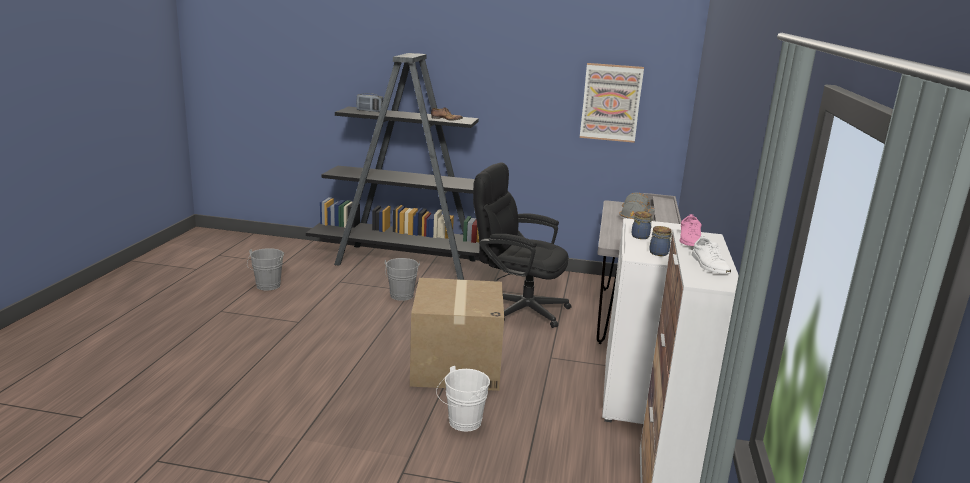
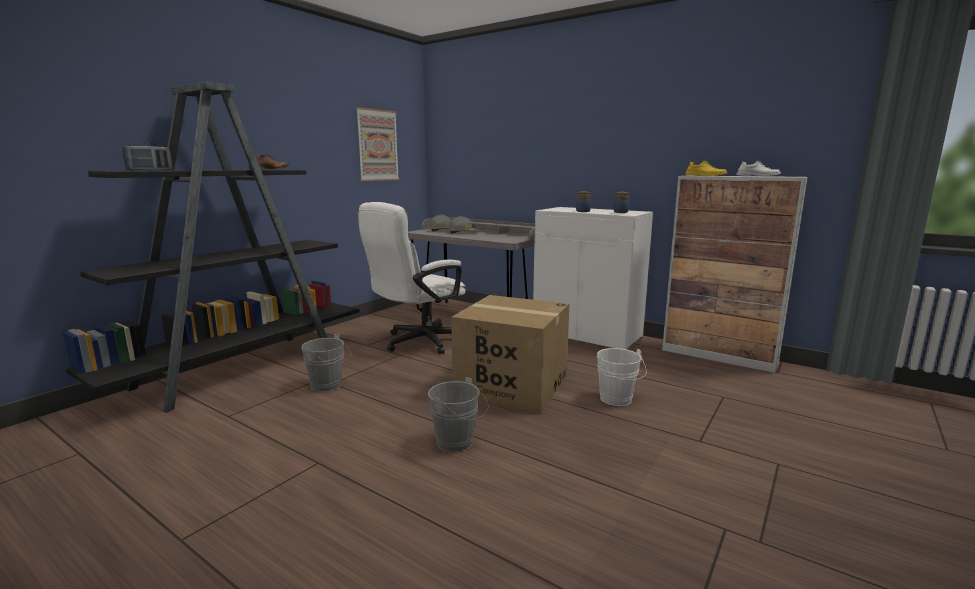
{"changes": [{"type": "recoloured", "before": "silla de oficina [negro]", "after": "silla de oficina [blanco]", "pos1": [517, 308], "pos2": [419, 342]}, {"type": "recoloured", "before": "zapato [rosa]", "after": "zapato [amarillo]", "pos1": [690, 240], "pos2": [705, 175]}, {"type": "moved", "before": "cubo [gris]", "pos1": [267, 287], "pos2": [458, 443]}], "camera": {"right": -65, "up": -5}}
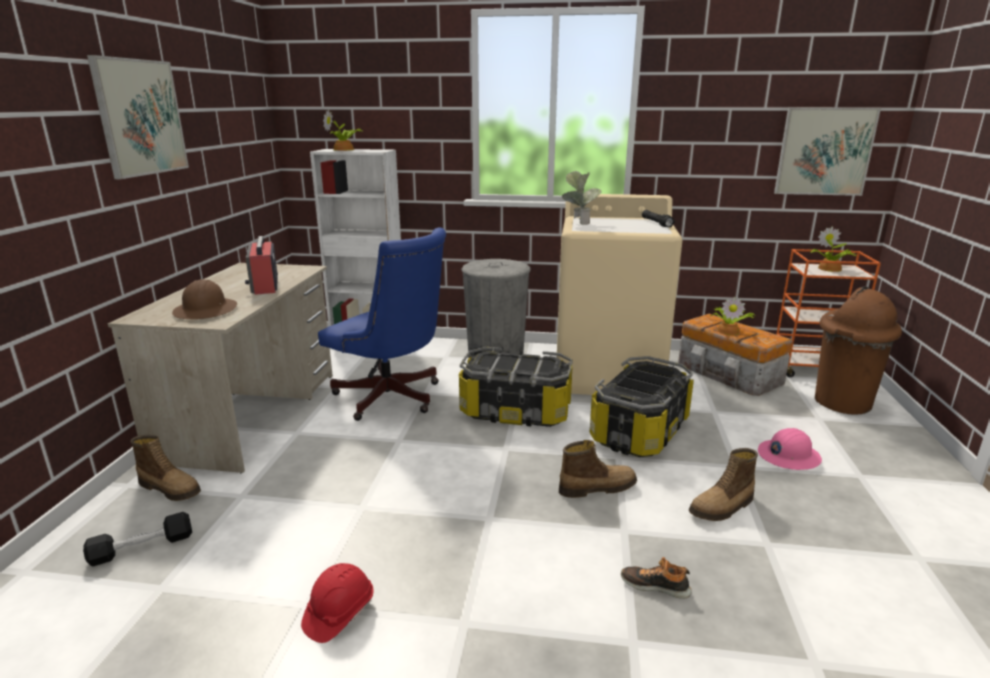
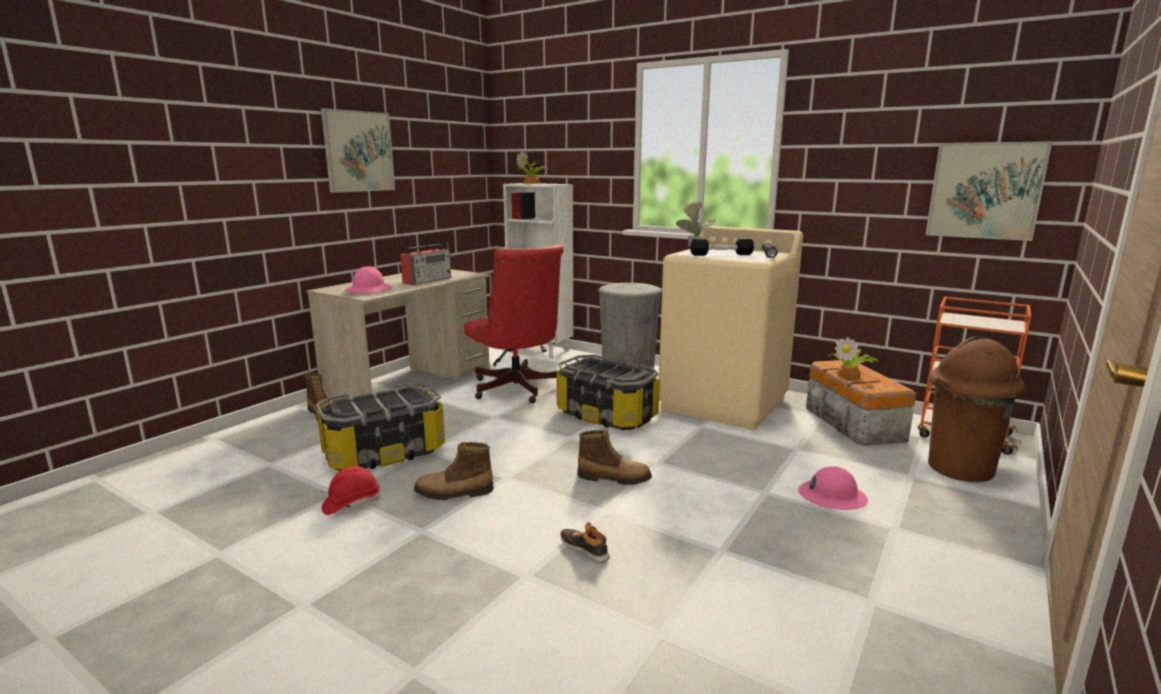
{"changes": [{"type": "removed", "before": "planta en maceta", "pos1": [829, 269]}, {"type": "recoloured", "before": "silla de oficina [azul]", "after": "silla de oficina [rojo]", "pos1": [392, 399], "pos2": [518, 390]}, {"type": "turned", "before": "radio", "pos1": [265, 285], "pos2": [428, 280], "turn": -150}, {"type": "recoloured", "before": "casco [marrón]", "after": "casco [rosa]", "pos1": [206, 310], "pos2": [369, 290]}, {"type": "moved", "before": "caja de almacenaje", "pos1": [639, 431], "pos2": [384, 453]}, {"type": "moved", "before": "bota", "pos1": [722, 508], "pos2": [454, 493]}, {"type": "moved", "before": "mancuerna [negro]", "pos1": [142, 547], "pos2": [721, 254]}], "camera": {"right": 25, "up": -5}}
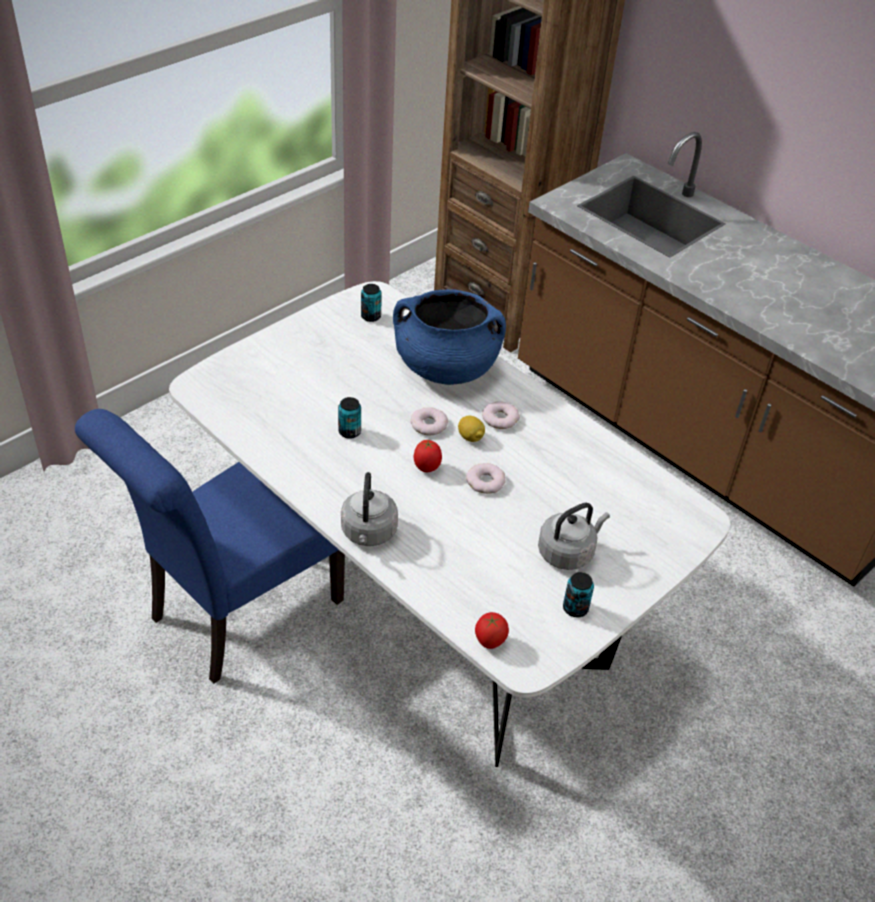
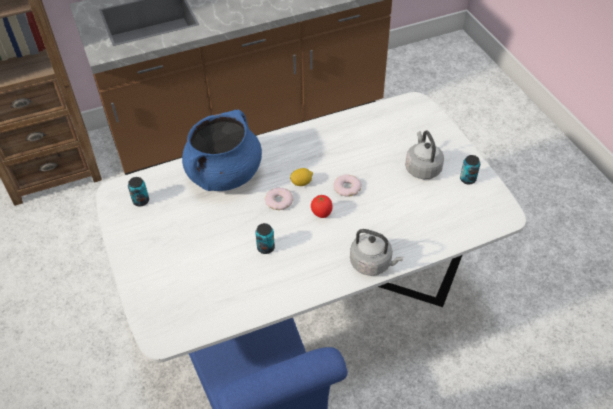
{"changes": [{"type": "removed", "before": "rosquilla", "pos1": [500, 418]}, {"type": "removed", "before": "tomate", "pos1": [489, 642]}], "camera": {"right": -65, "up": 5}}
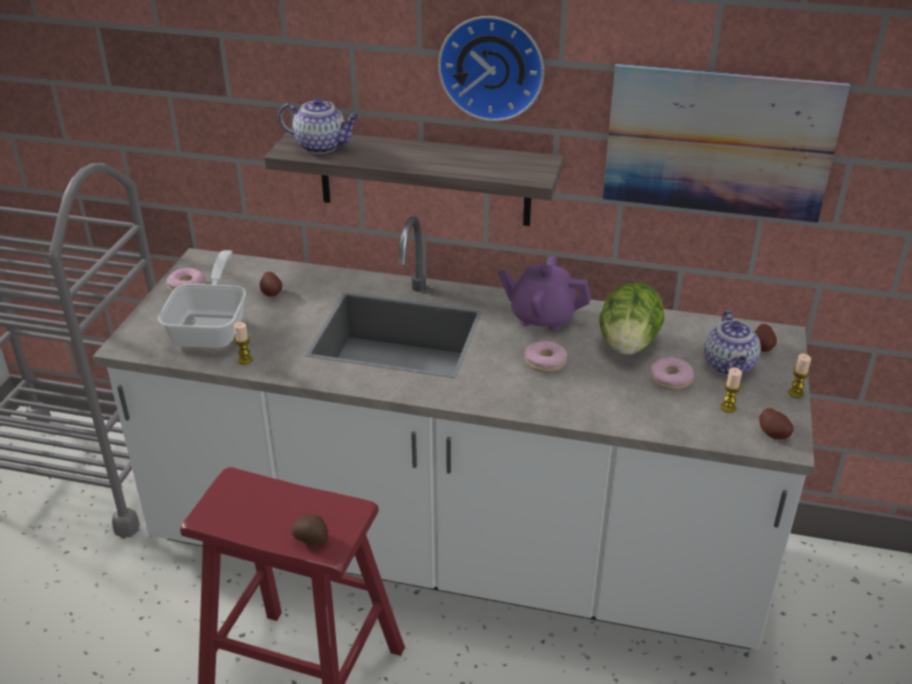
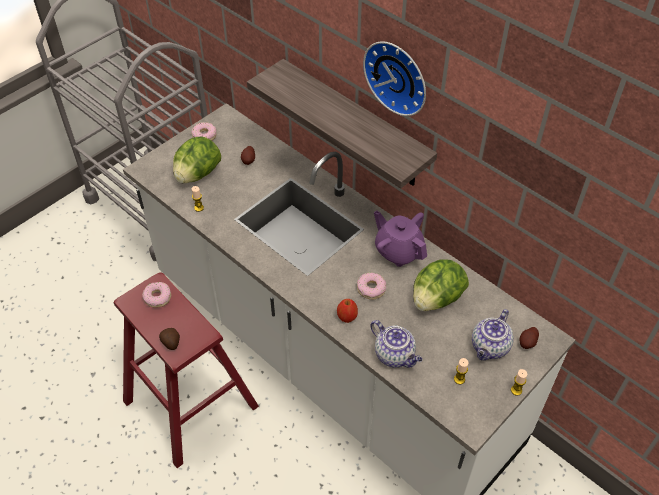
{"changes": [{"type": "removed", "before": "cuadro", "pos1": [718, 143]}, {"type": "moved", "before": "tetera", "pos1": [322, 146], "pos2": [395, 355]}, {"type": "replaced", "before": "sartén", "after": "lechuga", "pos1": [212, 327], "pos2": [197, 174]}, {"type": "moved", "before": "rosquilla", "pos1": [671, 379], "pos2": [157, 297]}, {"type": "removed", "before": "patata", "pos1": [774, 433]}, {"type": "added", "after": "manzana", "pos2": [347, 317]}], "camera": {"right": 30, "up": 15}}
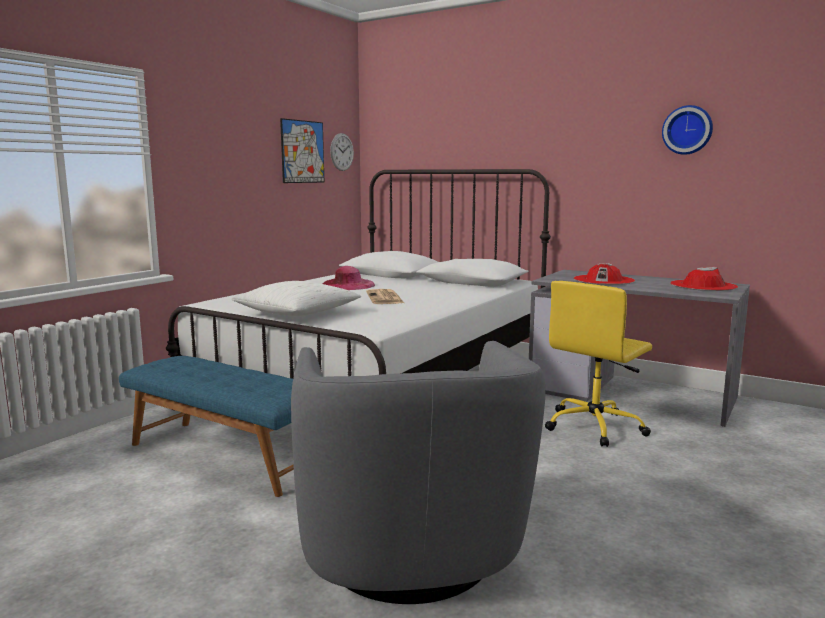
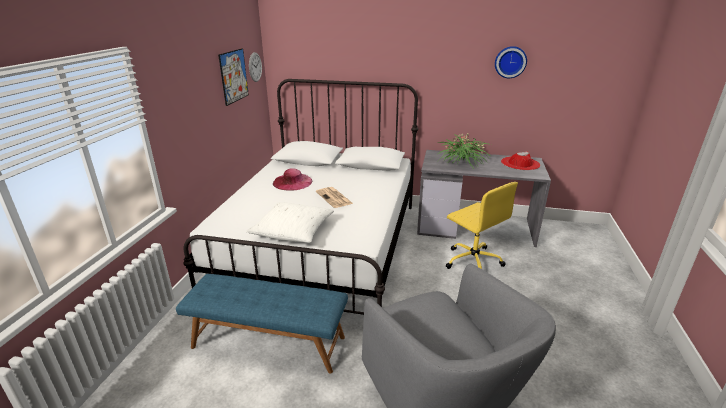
{"changes": [{"type": "replaced", "before": "sombrero [rojo]", "after": "planta en maceta", "pos1": [604, 280], "pos2": [462, 163]}, {"type": "turned", "before": "silla de oficina [amarillo]", "pos1": [595, 426], "pos2": [472, 261], "turn": -60}], "camera": {"right": -20, "up": 15}}
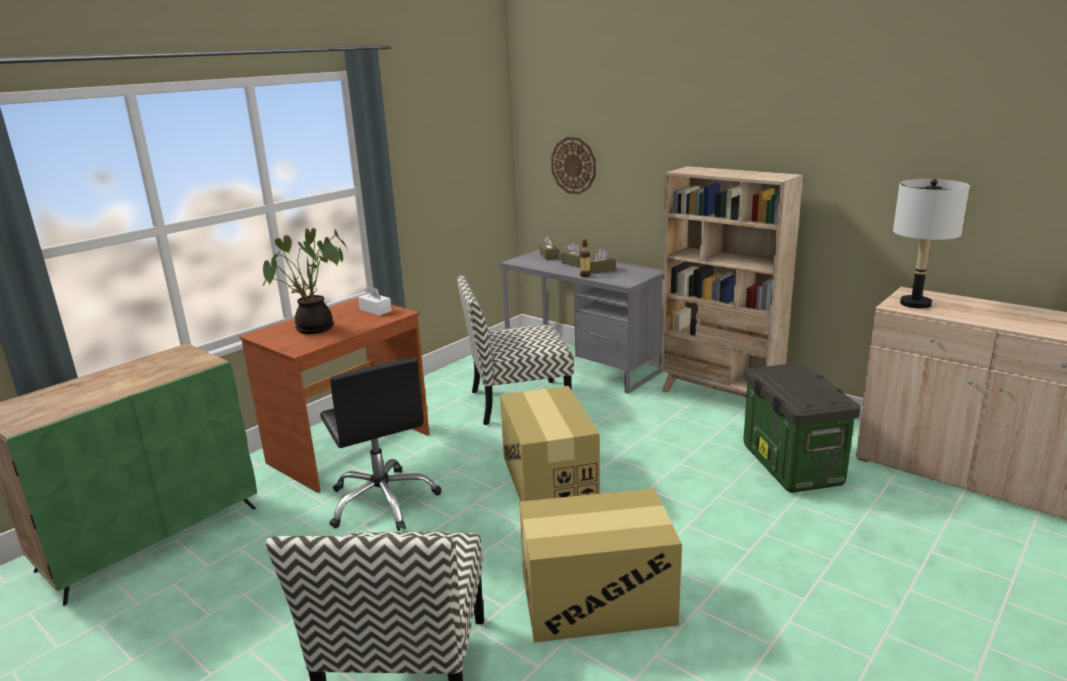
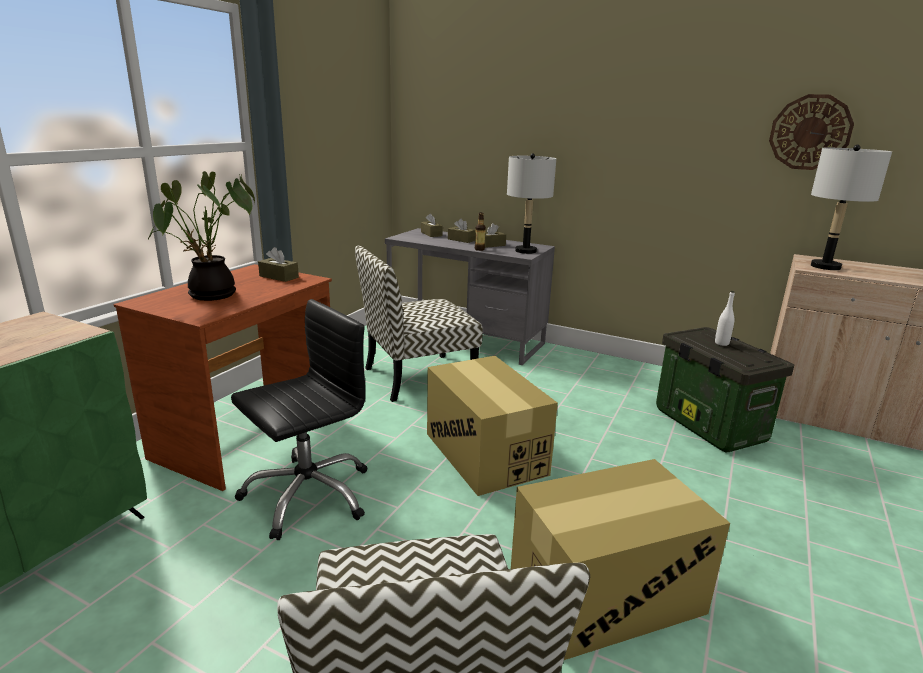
{"changes": [{"type": "moved", "before": "reloj de pared", "pos1": [573, 165], "pos2": [810, 132]}, {"type": "removed", "before": "estantería [beis]", "pos1": [719, 397]}, {"type": "recoloured", "before": "caja de pañuelos [blanco]", "after": "caja de pañuelos [marrón]", "pos1": [375, 310], "pos2": [279, 277]}, {"type": "turned", "before": "silla de oficina [negro]", "pos1": [383, 501], "pos2": [307, 495], "turn": -90}, {"type": "added", "after": "lámpara de mesa [gris]", "pos2": [526, 251]}, {"type": "added", "after": "botella [blanco]", "pos2": [721, 343]}], "camera": {"right": -15, "up": 0}}
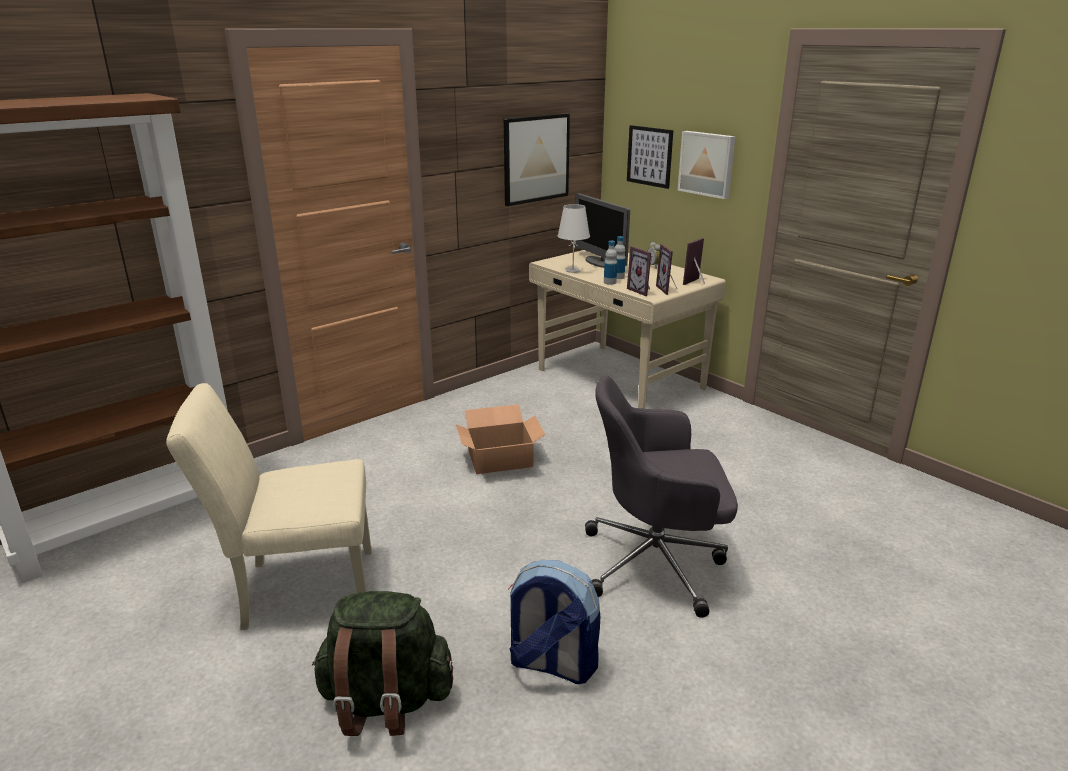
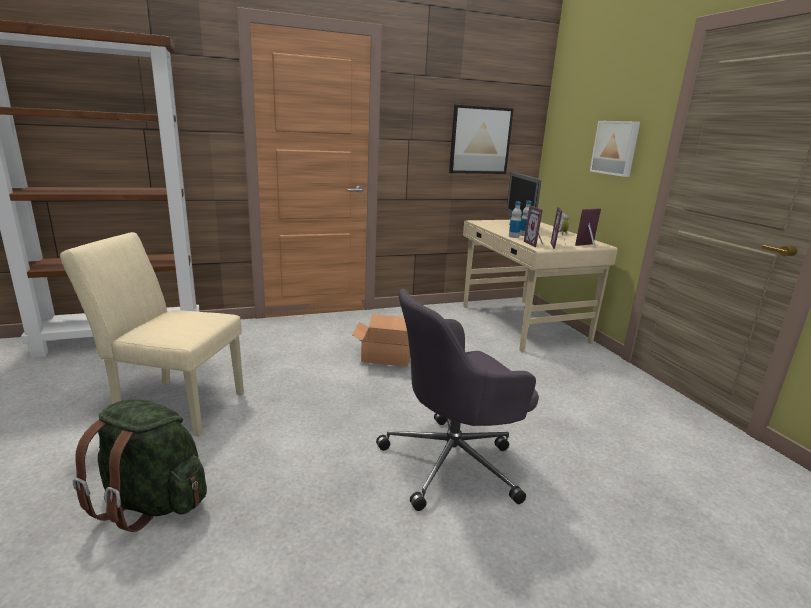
{"changes": [{"type": "removed", "before": "cuadro", "pos1": [649, 156]}, {"type": "removed", "before": "lámpara de mesa [blanco]", "pos1": [572, 270]}, {"type": "turned", "before": "silla de oficina [gris]", "pos1": [656, 563], "pos2": [454, 462], "turn": -45}, {"type": "removed", "before": "mochila", "pos1": [551, 664]}], "camera": {"right": 20, "up": -5}}
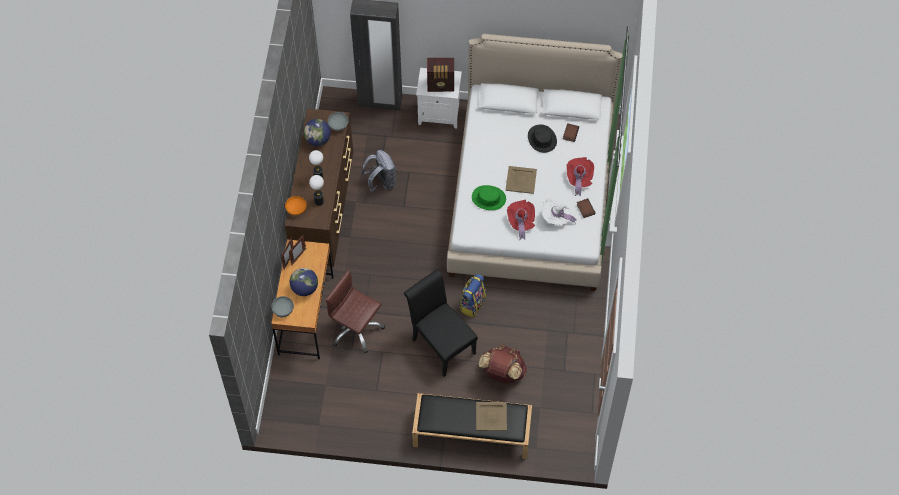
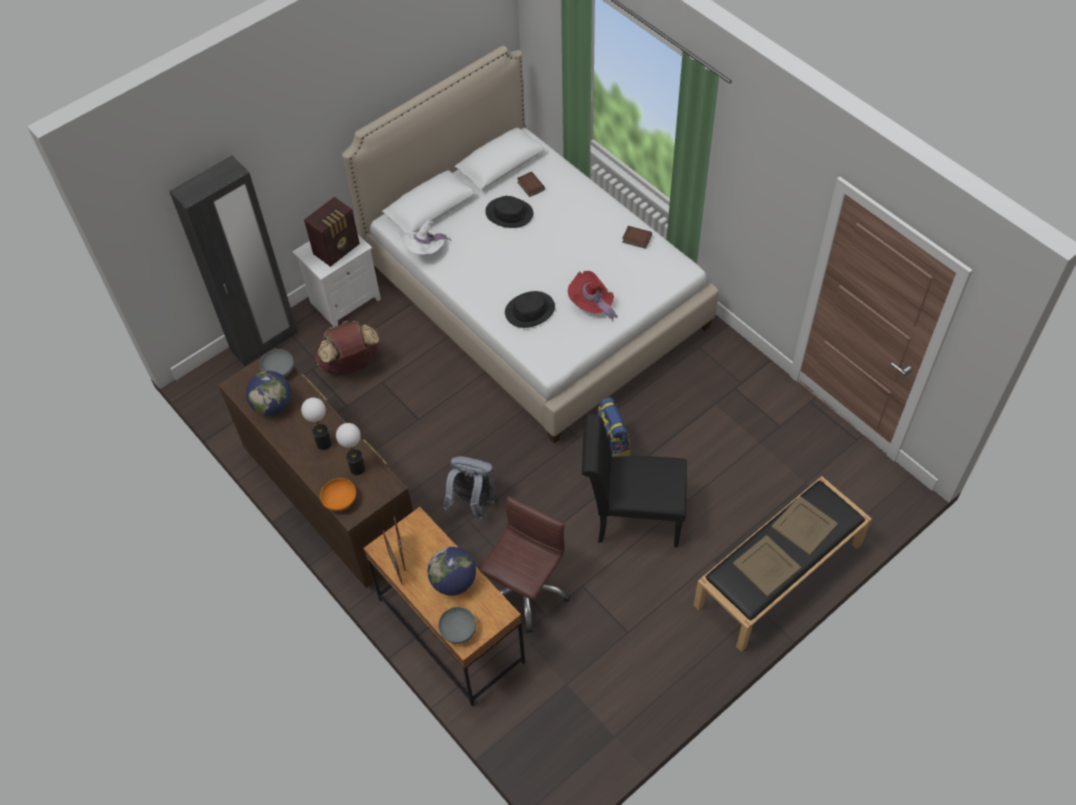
{"changes": [{"type": "moved", "before": "mochila [gris]", "pos1": [381, 182], "pos2": [472, 503]}, {"type": "removed", "before": "sombrero [rojo]", "pos1": [579, 179]}, {"type": "moved", "before": "bandeja [beis]", "pos1": [521, 180], "pos2": [767, 566]}, {"type": "recoloured", "before": "sombrero [verde]", "after": "sombrero [negro]", "pos1": [488, 198], "pos2": [530, 310]}, {"type": "moved", "before": "sombrero [blanco]", "pos1": [556, 218], "pos2": [425, 251]}, {"type": "turned", "before": "silla de oficina [marrón]", "pos1": [355, 329], "pos2": [524, 591], "turn": 135}, {"type": "moved", "before": "mochila [marrón]", "pos1": [502, 373], "pos2": [351, 364]}], "camera": {"right": -45, "up": -5}}
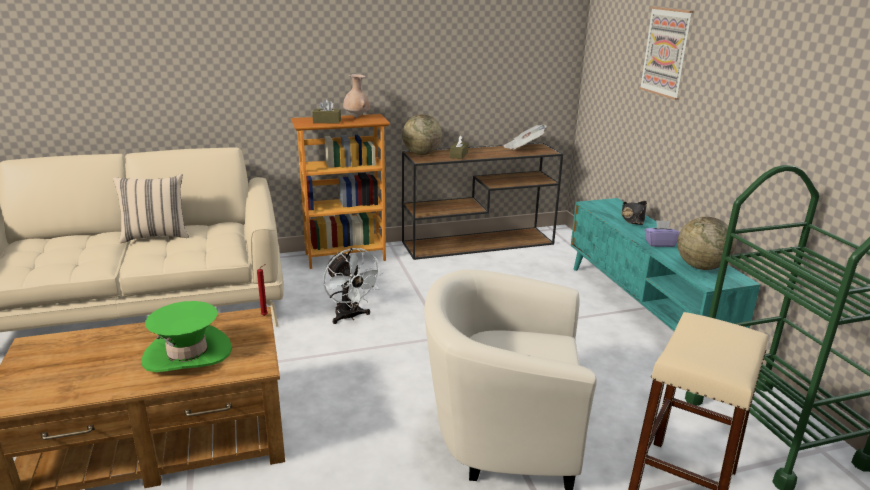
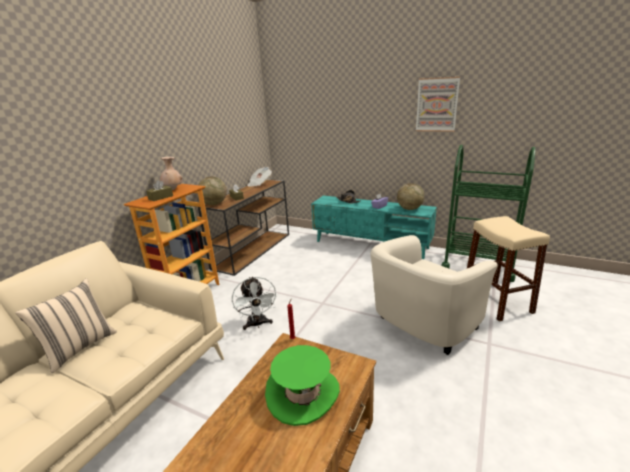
{"changes": [{"type": "moved", "before": "cuadro", "pos1": [666, 52], "pos2": [437, 105]}, {"type": "turned", "before": "ventilador [blanco]", "pos1": [350, 317], "pos2": [257, 324], "turn": 60}], "camera": {"right": -45, "up": 0}}
